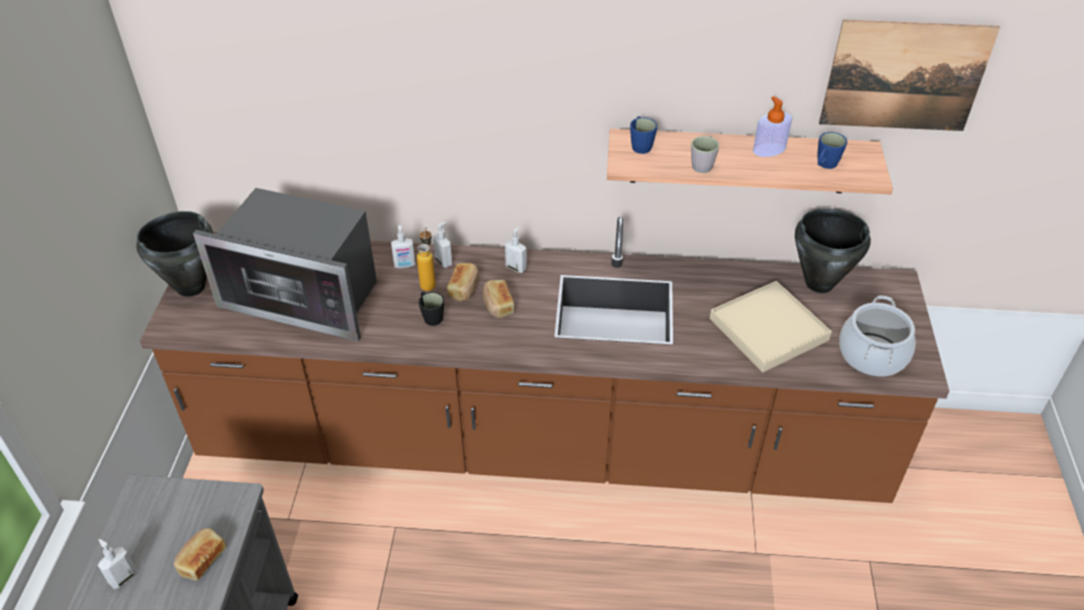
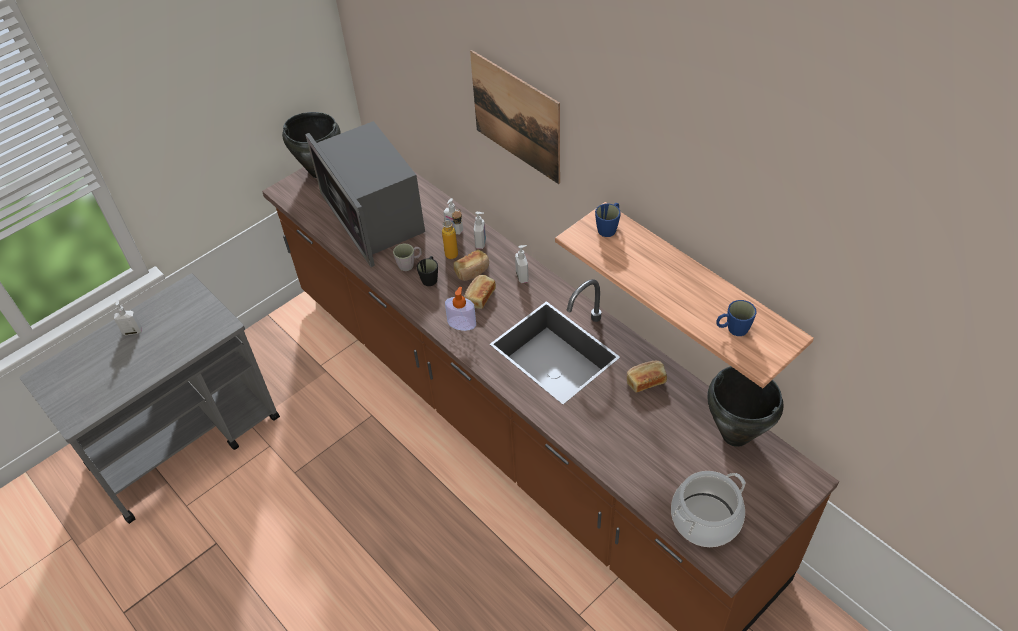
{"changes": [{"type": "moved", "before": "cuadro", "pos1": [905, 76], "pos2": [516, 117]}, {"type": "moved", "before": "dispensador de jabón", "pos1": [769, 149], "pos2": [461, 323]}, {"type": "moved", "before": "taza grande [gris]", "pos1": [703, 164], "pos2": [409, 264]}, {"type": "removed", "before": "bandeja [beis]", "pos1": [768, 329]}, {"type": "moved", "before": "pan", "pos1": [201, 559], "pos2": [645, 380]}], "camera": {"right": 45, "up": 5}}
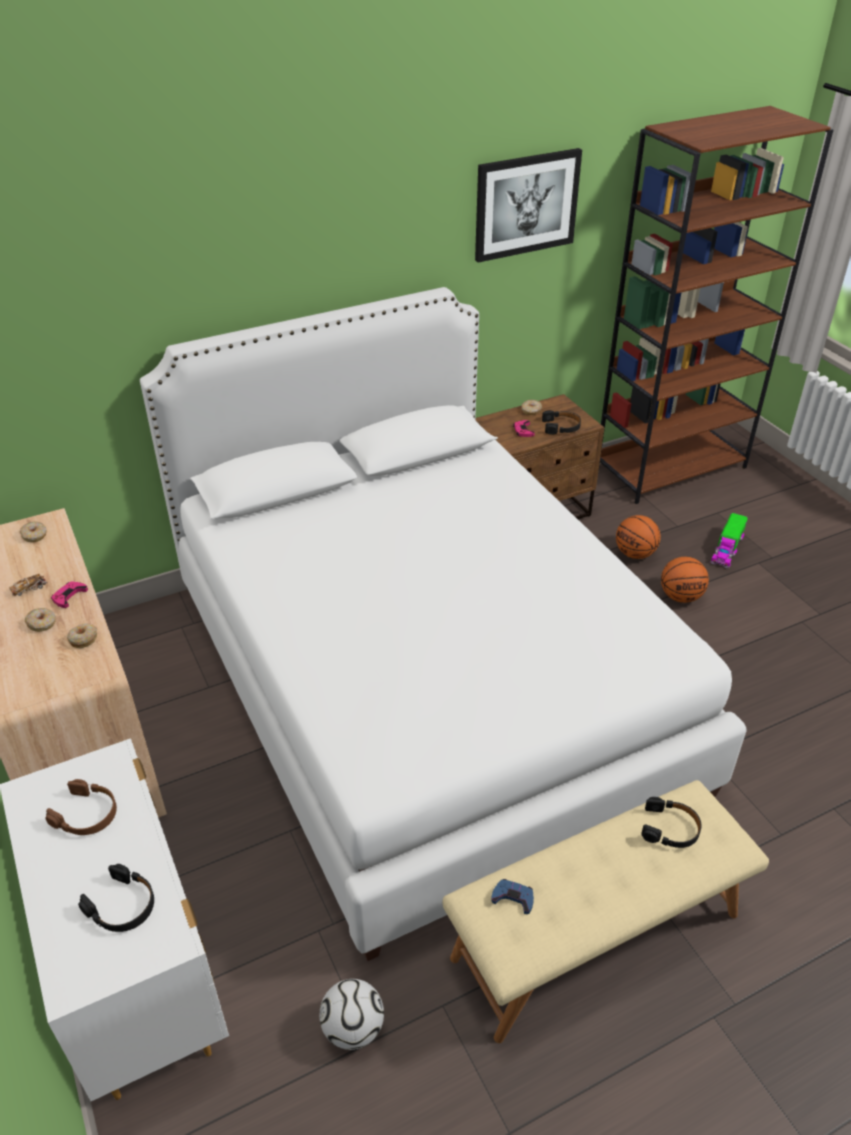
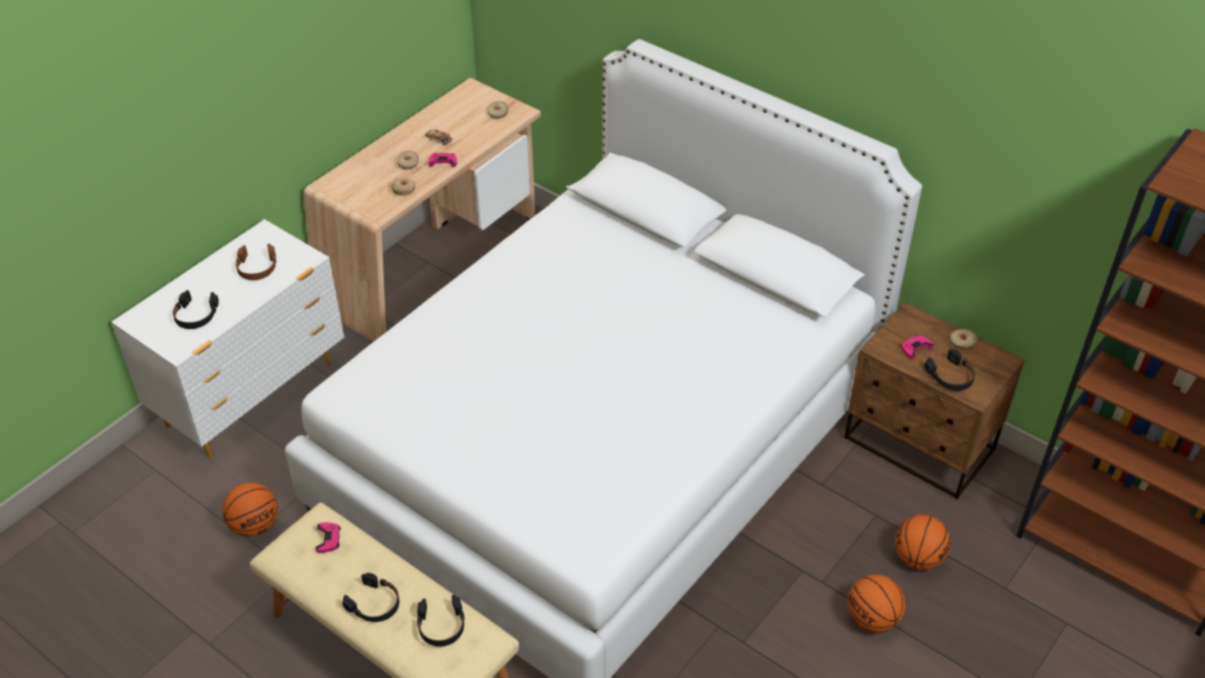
{"changes": [{"type": "removed", "before": "cuadro", "pos1": [526, 204]}, {"type": "removed", "before": "camión de juguete", "pos1": [727, 549]}, {"type": "recoloured", "before": "mando de consola [azul]", "after": "mando de consola [rosa]", "pos1": [513, 897], "pos2": [328, 539]}, {"type": "replaced", "before": "balón de fútbol", "after": "balón de baloncesto", "pos1": [353, 1028], "pos2": [255, 525]}, {"type": "added", "after": "auriculares [negro]", "pos2": [374, 604]}], "camera": {"right": 65, "up": 5}}
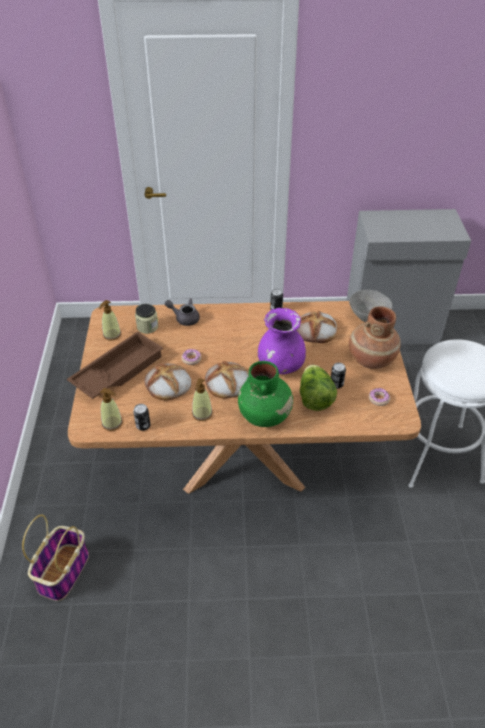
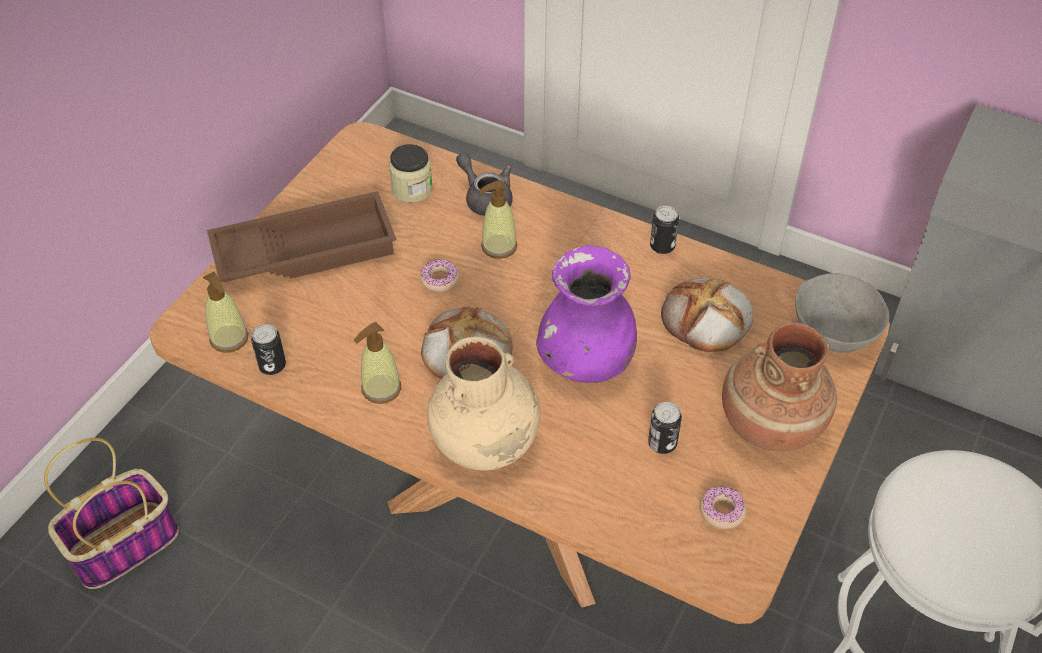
{"changes": [{"type": "moved", "before": "dispensador de jabón", "pos1": [112, 335], "pos2": [498, 246]}, {"type": "recoloured", "before": "florero [verde]", "after": "florero [beis]", "pos1": [265, 415], "pos2": [486, 441]}, {"type": "removed", "before": "pan", "pos1": [168, 384]}, {"type": "removed", "before": "lechuga", "pos1": [314, 398]}], "camera": {"right": 30, "up": 5}}
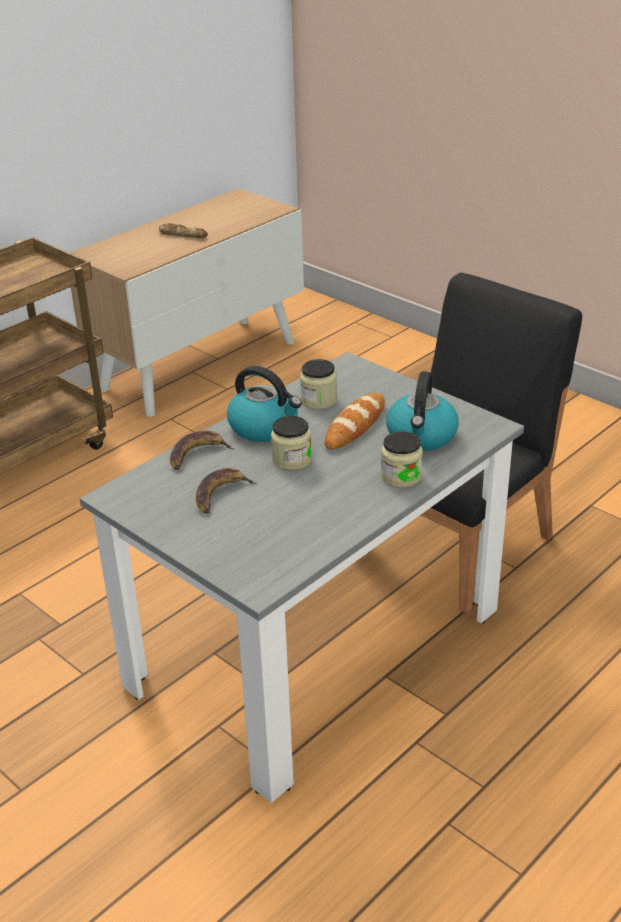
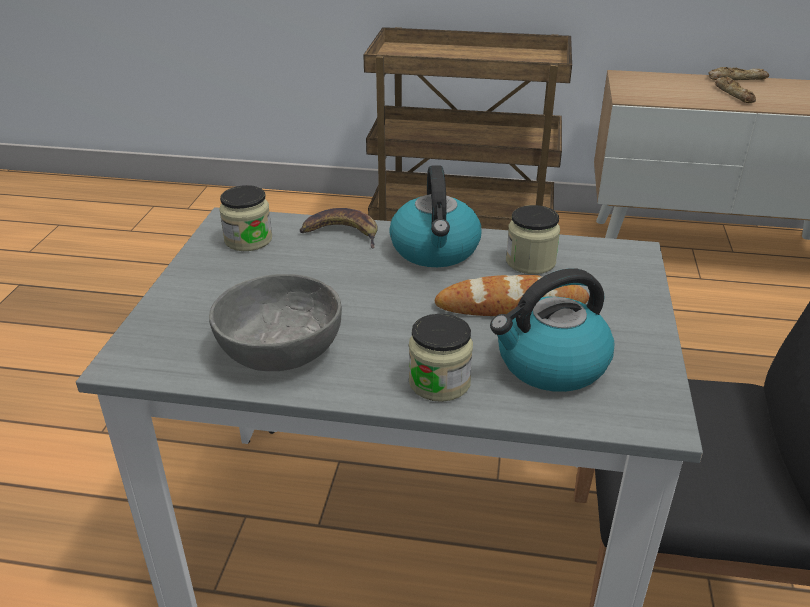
{"changes": [{"type": "moved", "before": "tarro", "pos1": [291, 460], "pos2": [248, 240]}, {"type": "removed", "before": "plátano", "pos1": [221, 494]}, {"type": "added", "after": "pan", "pos2": [736, 79]}, {"type": "added", "after": "cuenco [gris]", "pos2": [279, 348]}], "camera": {"right": 55, "up": 0}}
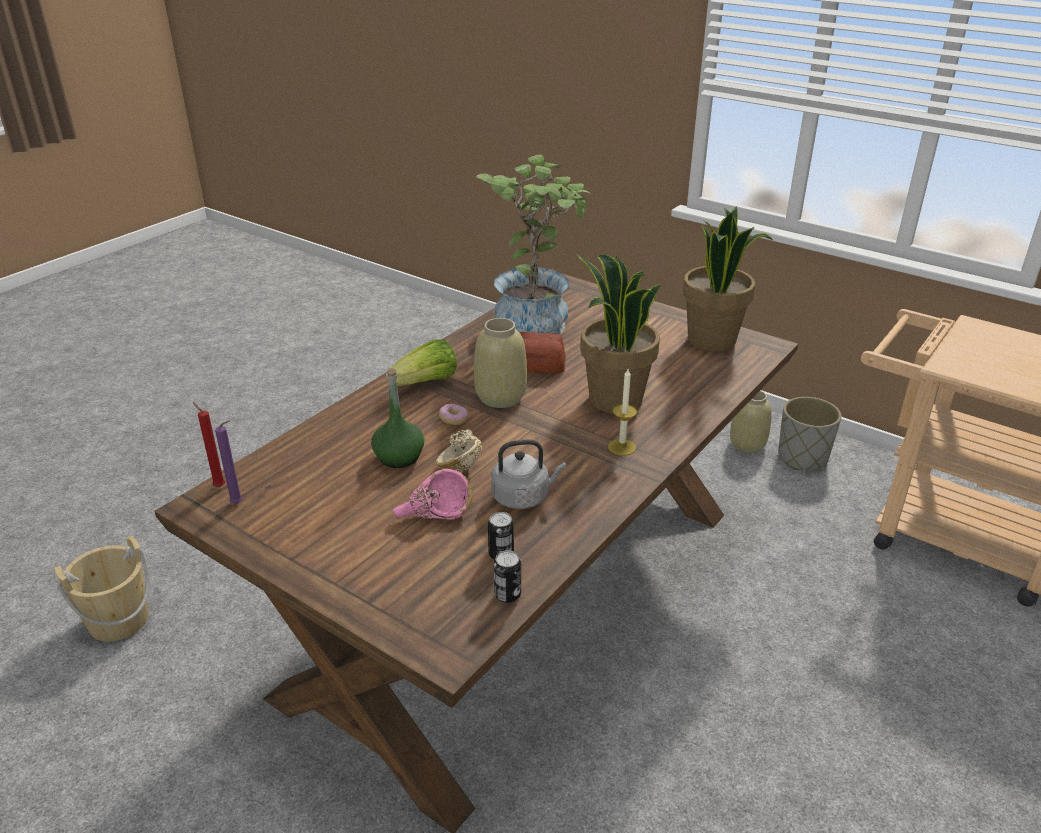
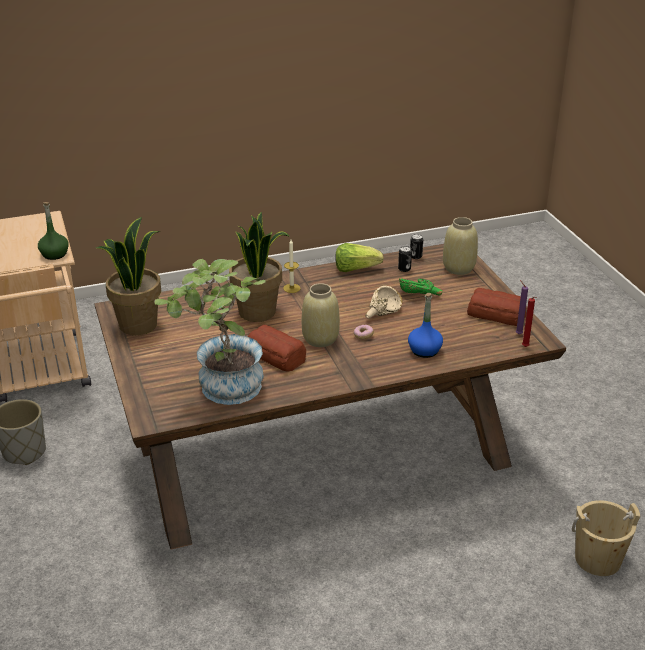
{"changes": [{"type": "moved", "before": "lechuga", "pos1": [426, 382], "pos2": [355, 269]}, {"type": "moved", "before": "botella [verde]", "pos1": [399, 457], "pos2": [54, 254]}, {"type": "moved", "before": "florero [beis]", "pos1": [748, 445], "pos2": [458, 268]}, {"type": "removed", "before": "hervidor [gris]", "pos1": [523, 497]}, {"type": "recoloured", "before": "cuenco [rosa]", "after": "cuenco [verde]", "pos1": [433, 514], "pos2": [420, 294]}, {"type": "added", "after": "pan", "pos2": [495, 314]}, {"type": "added", "after": "botella [azul]", "pos2": [424, 350]}], "camera": {"right": -145, "up": 0}}
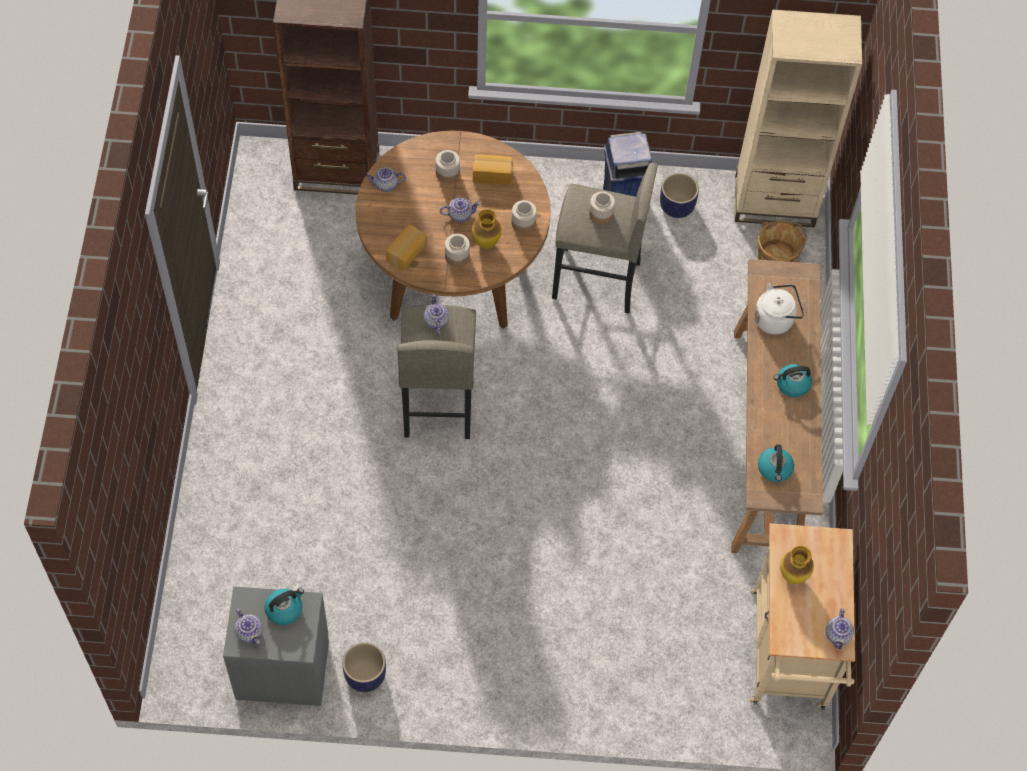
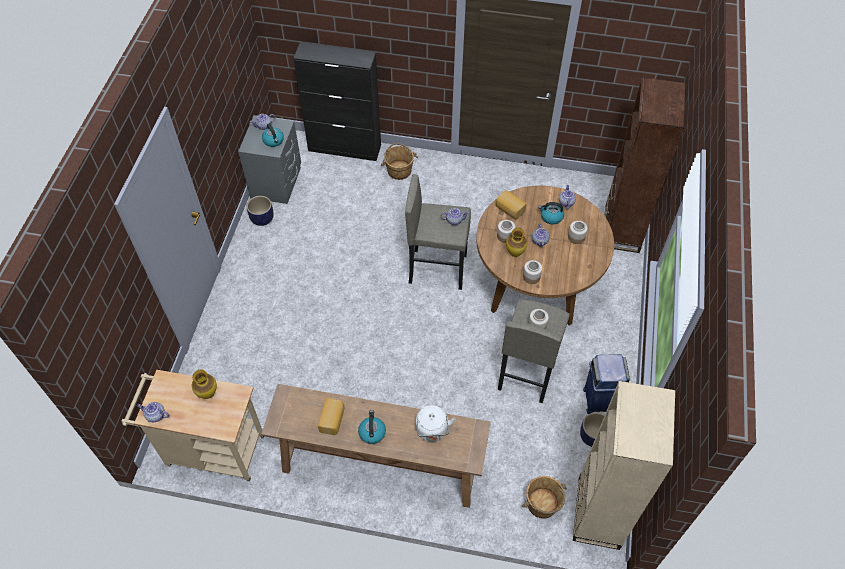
{"changes": [{"type": "moved", "before": "pan", "pos1": [492, 174], "pos2": [333, 420]}, {"type": "moved", "before": "hervidor", "pos1": [775, 469], "pos2": [551, 217]}, {"type": "added", "after": "armario [negro]", "pos2": [345, 148]}, {"type": "added", "after": "cubo [marrón]", "pos2": [399, 170]}], "camera": {"right": 100, "up": -5}}
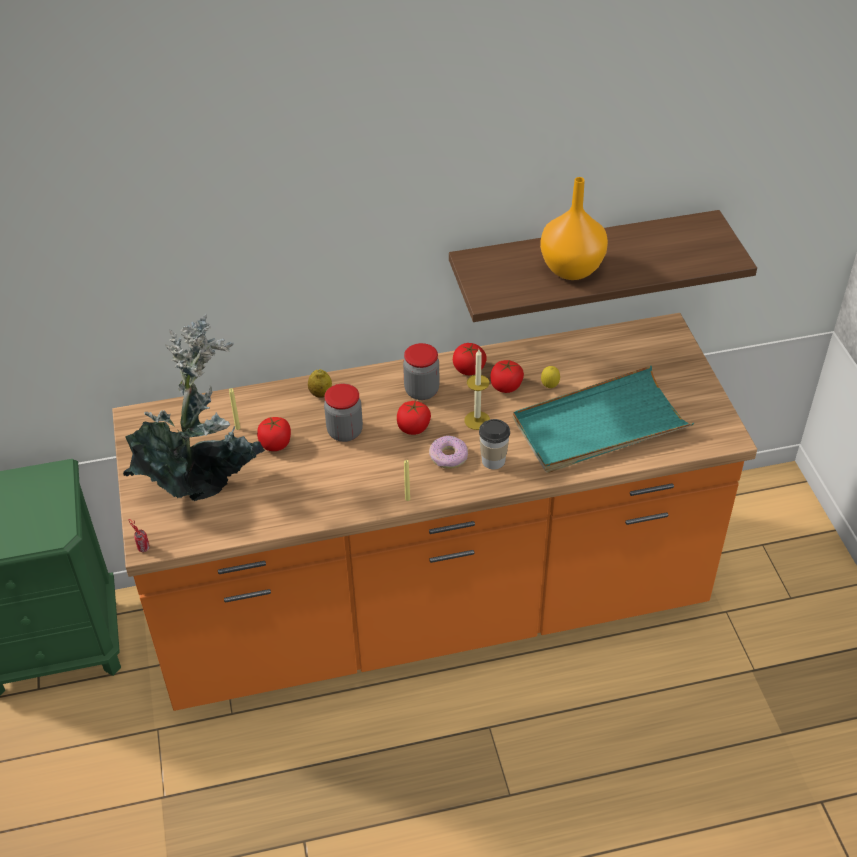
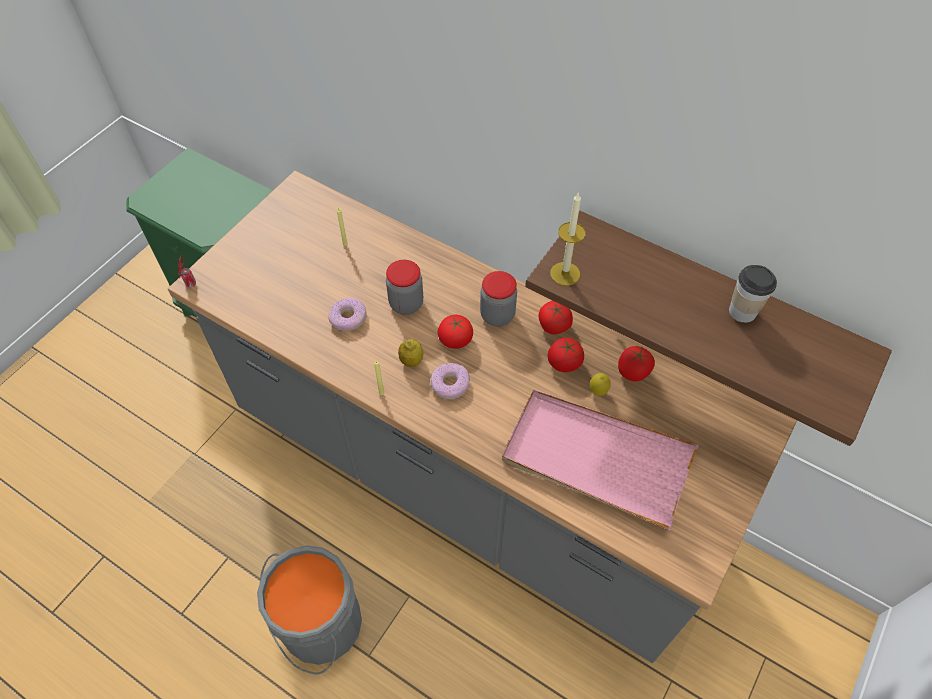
{"changes": [{"type": "removed", "before": "florero [naranja]", "pos1": [572, 269]}, {"type": "recoloured", "before": "mueble bajo de cocina [naranja]", "after": "mueble bajo de cocina [gris]", "pos1": [431, 609], "pos2": [466, 479]}, {"type": "removed", "before": "planta en maceta", "pos1": [202, 482]}, {"type": "moved", "before": "vela", "pos1": [477, 420], "pos2": [565, 274]}, {"type": "recoloured", "before": "bandeja [turquesa]", "after": "bandeja [rosa]", "pos1": [599, 425], "pos2": [596, 459]}, {"type": "moved", "before": "limón", "pos1": [320, 394], "pos2": [411, 360]}, {"type": "moved", "before": "tomate", "pos1": [275, 444], "pos2": [633, 371]}, {"type": "moved", "before": "taza", "pos1": [493, 461], "pos2": [742, 311]}, {"type": "added", "after": "rosquilla", "pos2": [348, 318]}, {"type": "added", "after": "cubo [gris]", "pos2": [317, 625]}], "camera": {"right": 45, "up": 10}}
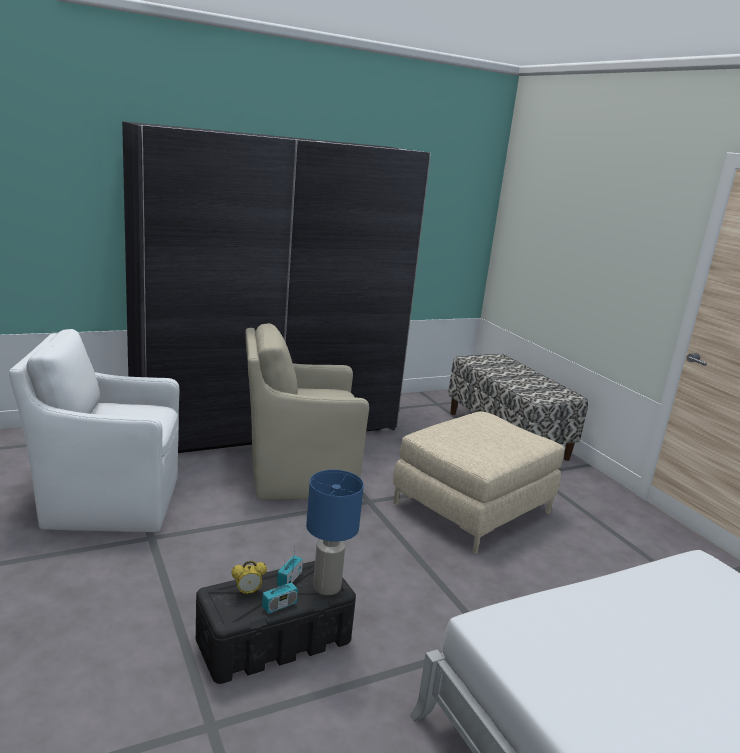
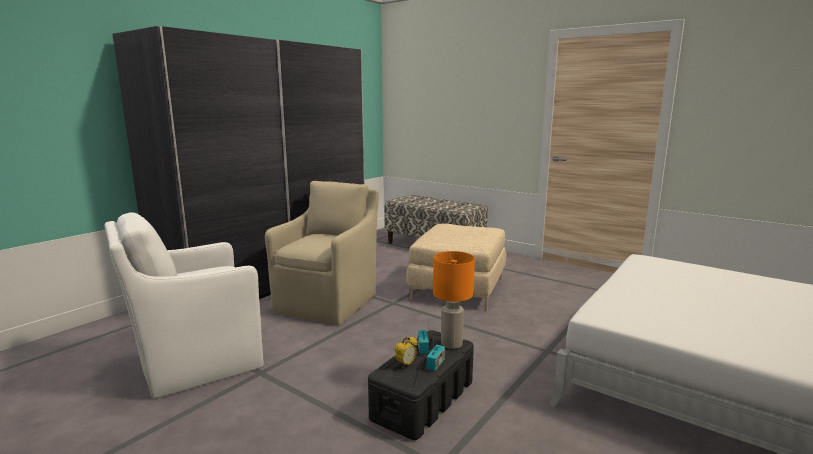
{"changes": [{"type": "turned", "before": "sillón [beis]", "pos1": [298, 475], "pos2": [328, 302], "turn": 150}, {"type": "recoloured", "before": "lámpara de mesa [azul]", "after": "lámpara de mesa [naranja]", "pos1": [327, 587], "pos2": [452, 344]}], "camera": {"right": -25, "up": -5}}
